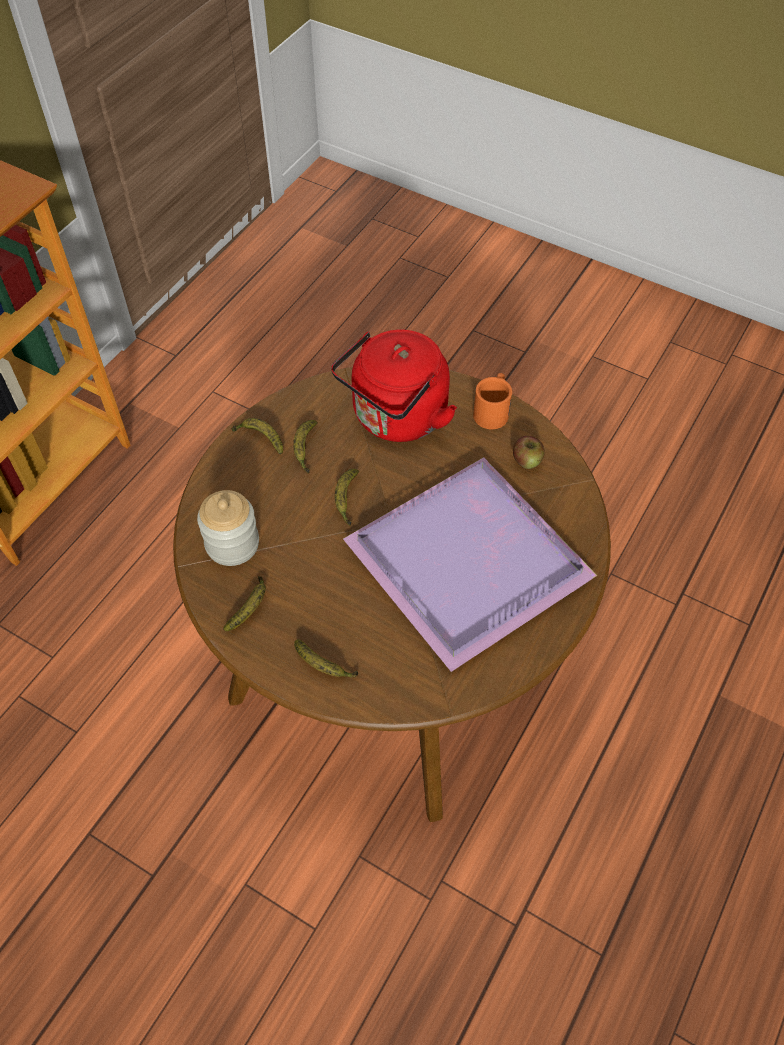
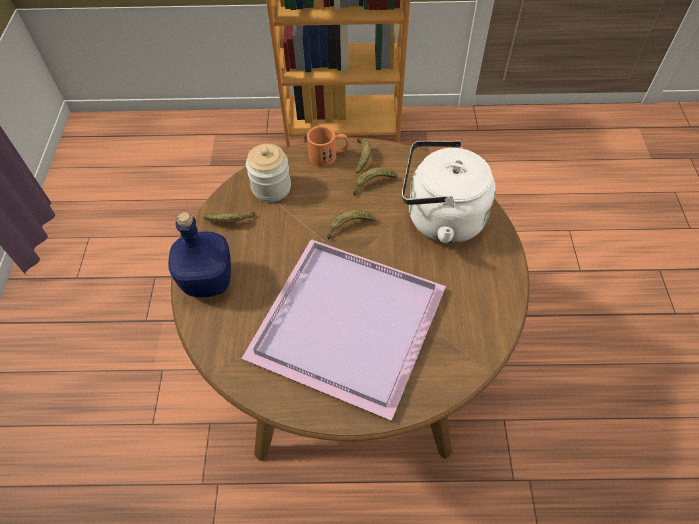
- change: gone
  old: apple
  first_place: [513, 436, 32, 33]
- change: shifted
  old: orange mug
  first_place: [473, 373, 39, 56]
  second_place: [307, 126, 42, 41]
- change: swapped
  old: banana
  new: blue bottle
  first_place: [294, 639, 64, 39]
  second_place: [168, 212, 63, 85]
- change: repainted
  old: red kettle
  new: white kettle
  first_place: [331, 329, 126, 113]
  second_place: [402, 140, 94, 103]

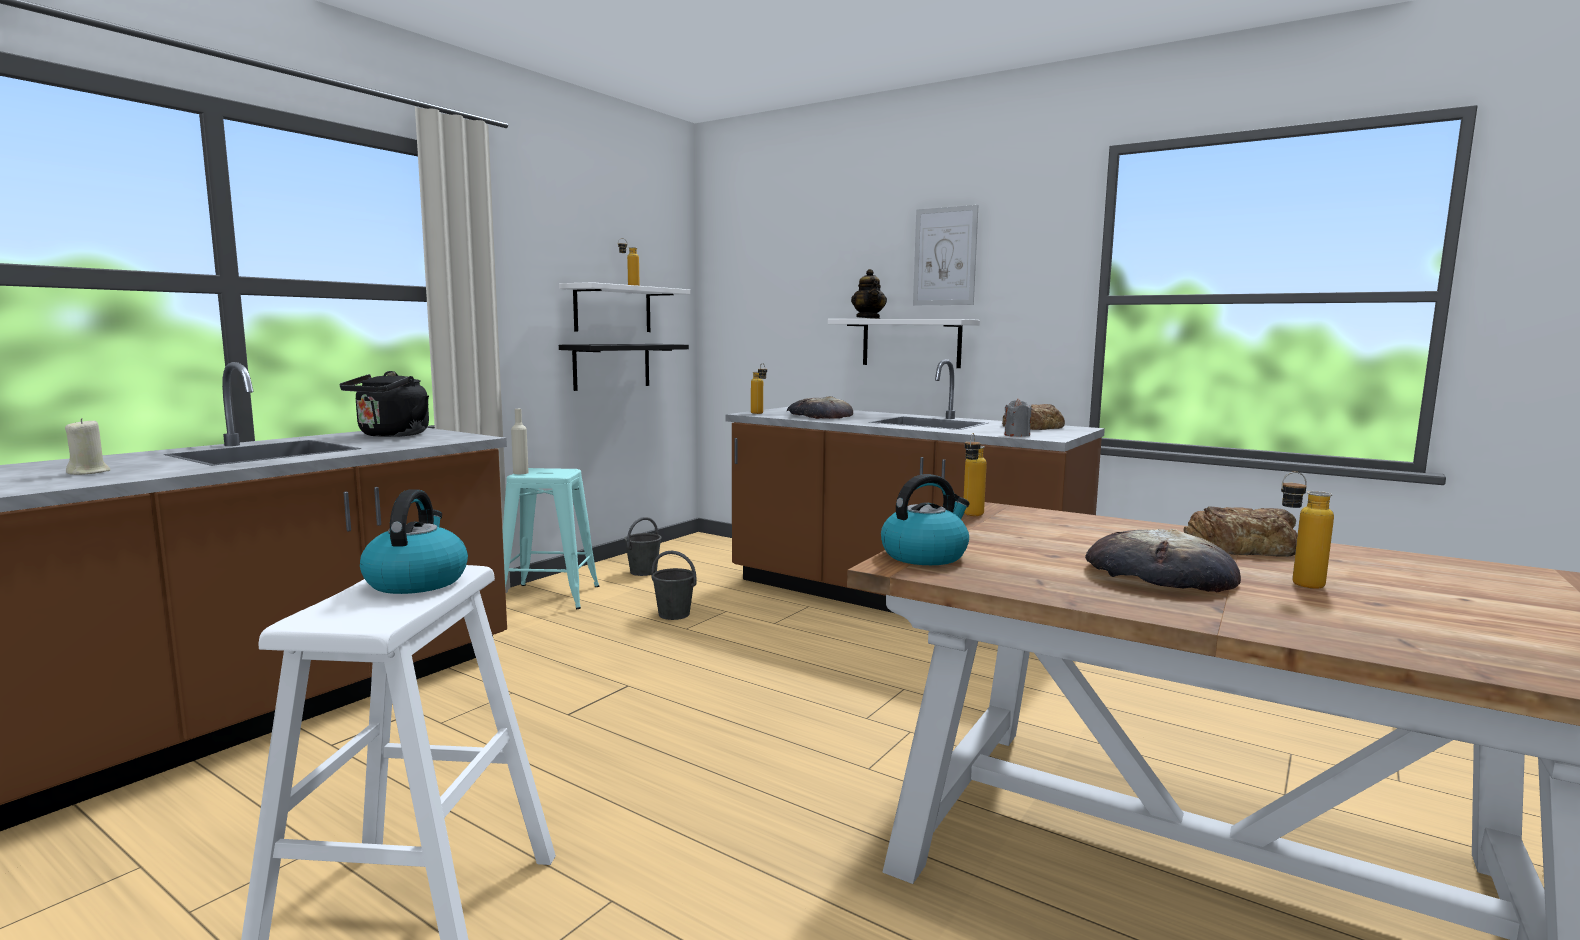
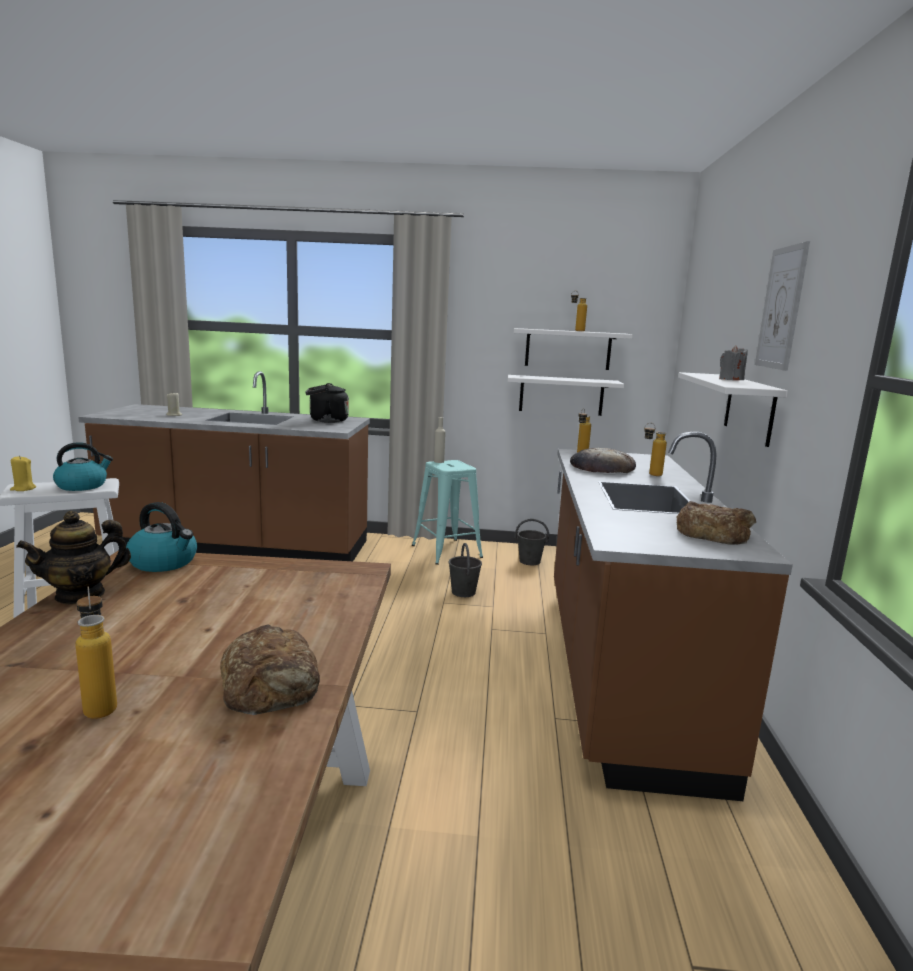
- change: gone
  old: bread
  first_place: [1085, 529, 156, 63]
- change: new
  new: yellow candle
  second_place: [10, 456, 26, 35]
- change: shifted
  old: teapot
  first_place: [851, 269, 36, 50]
  second_place: [16, 511, 115, 94]
- change: shifted
  old: bottle
  first_place: [964, 433, 23, 83]
  second_place: [644, 423, 23, 53]
- change: shifted
  old: grey candle
  first_place: [1004, 398, 27, 39]
  second_place: [719, 345, 29, 35]
- change: repainted
  old: black shelf
  new: white shelf
  first_place: [559, 344, 130, 47]
  second_place: [508, 375, 116, 41]

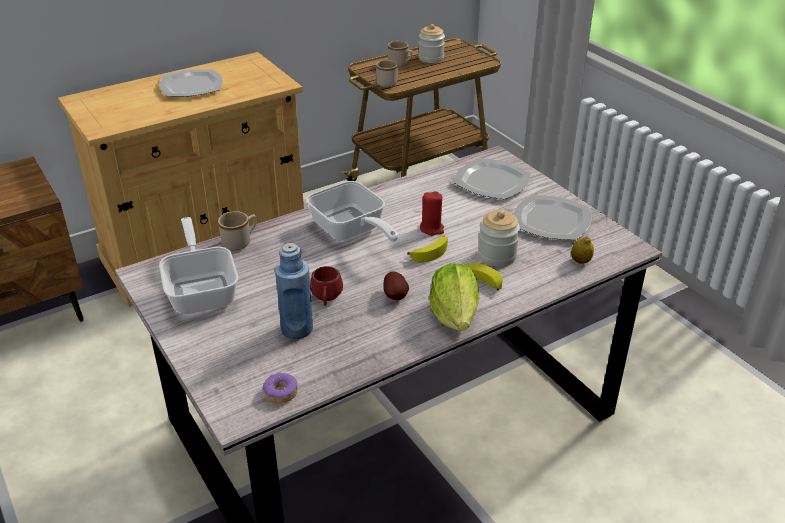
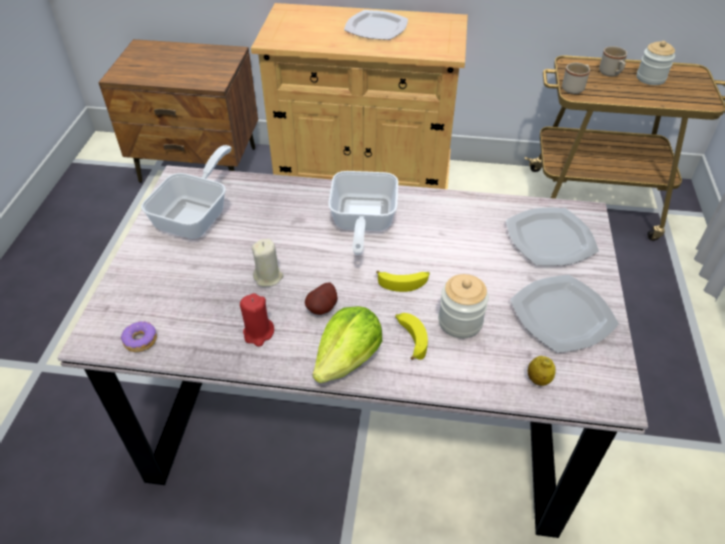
- change: gone
  old: beige mug
  first_place: [218, 211, 38, 40]
- change: gone
  old: blue bottle
  first_place: [275, 243, 38, 96]
- change: shifted
  old: red candle
  first_place: [420, 191, 24, 45]
  second_place: [240, 293, 34, 54]
- change: swapped
  old: red mug
  new: beige candle
  first_place: [310, 266, 33, 40]
  second_place: [252, 239, 32, 48]

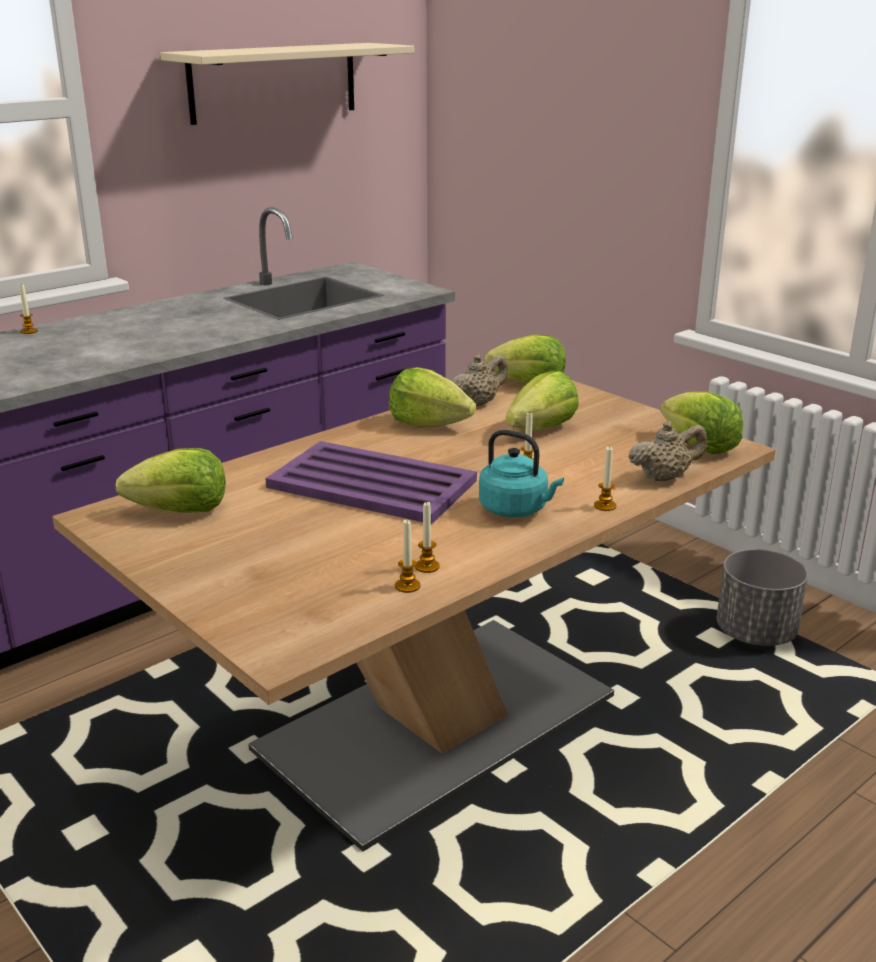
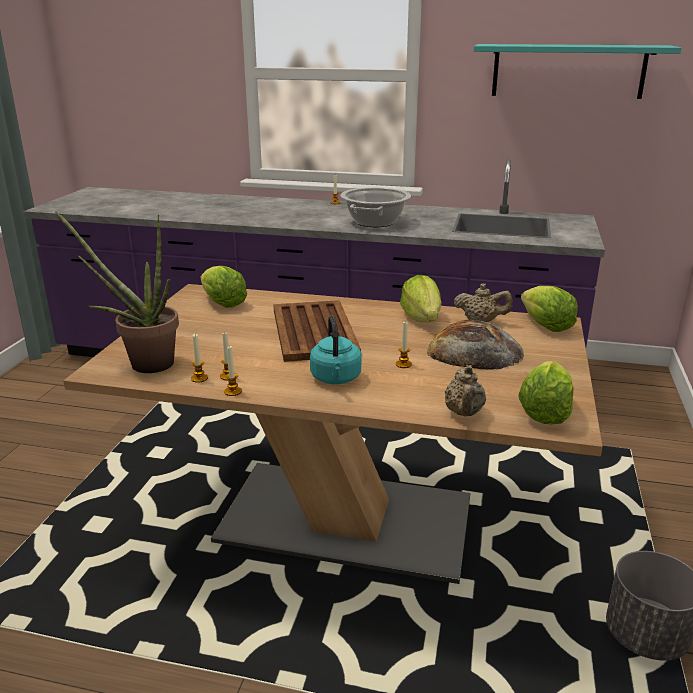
- change: new
  new: potted plant
  second_place: [55, 211, 124, 162]
- change: new
  new: cooking pot
  second_place: [341, 187, 70, 40]
- change: shifted
  old: candle
  first_place: [594, 446, 22, 65]
  second_place: [224, 345, 18, 51]
- change: swapped
  old: lettuce
  new: bread
  first_place: [506, 371, 73, 60]
  second_place: [427, 320, 97, 50]
- change: repainted
  old: beige shelf
  new: turquoise shelf
  first_place: [160, 43, 254, 82]
  second_place: [474, 44, 208, 55]
- change: repainted
  old: purple tray
  new: brown tray
  first_place: [265, 441, 212, 83]
  second_place: [273, 300, 88, 62]
- change: rotated
  old: beige teapot
  first_place: [628, 421, 79, 61]
  second_place: [445, 365, 41, 51]
  degrees: 60

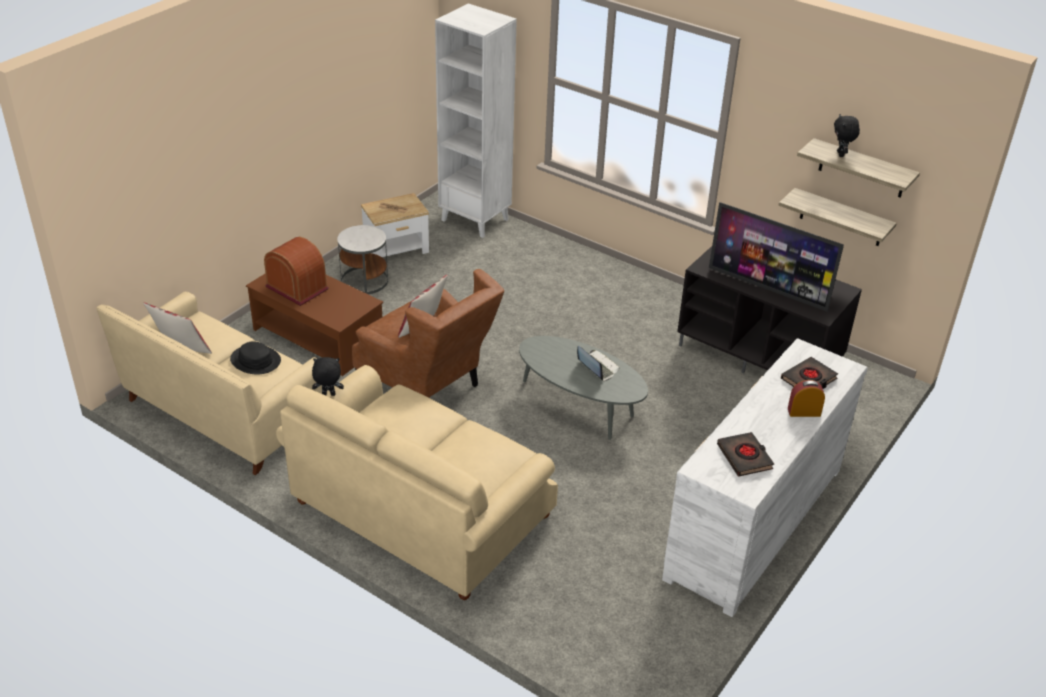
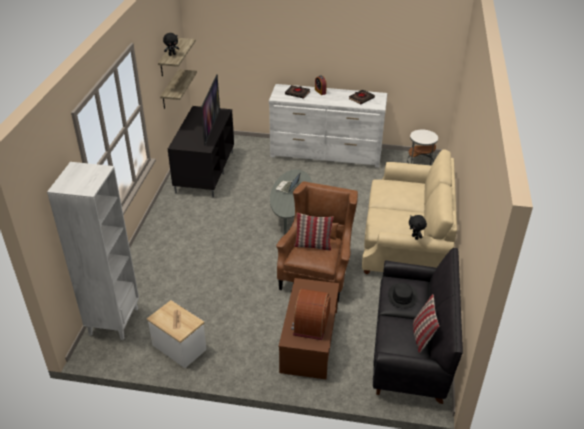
- change: shifted
  old: white side table
  first_place: [337, 225, 51, 69]
  second_place: [407, 129, 31, 37]
- change: repainted
  old: beige sofa
  new: black sofa
  first_place: [96, 291, 226, 184]
  second_place: [373, 248, 90, 156]

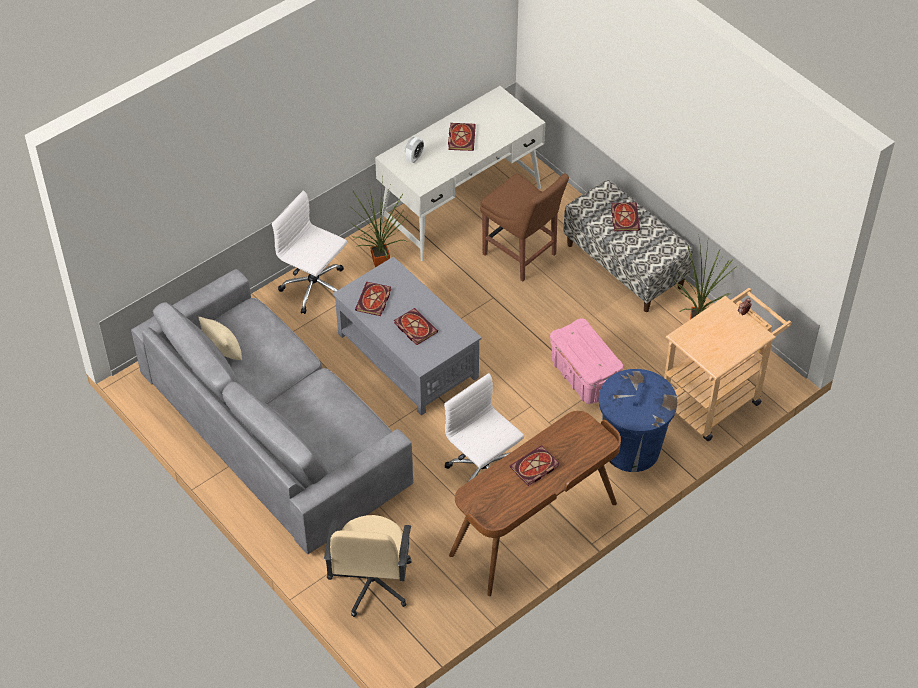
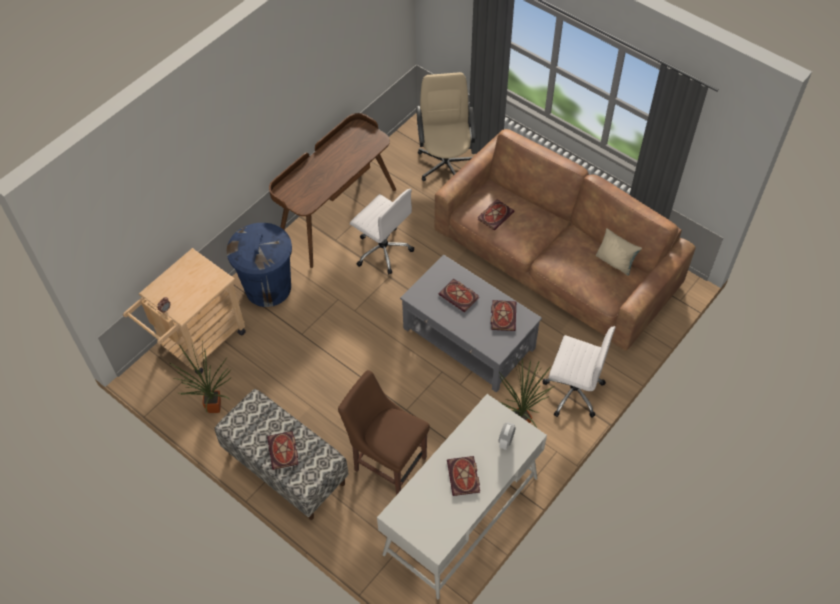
- change: gone
  old: pink storage box
  first_place: [550, 318, 73, 86]
- change: shifted
  old: book
  first_place: [510, 445, 50, 41]
  second_place: [478, 199, 36, 32]
- change: repainted
  old: grey sofa
  new: brown sofa
  first_place: [131, 269, 282, 285]
  second_place: [435, 129, 261, 222]

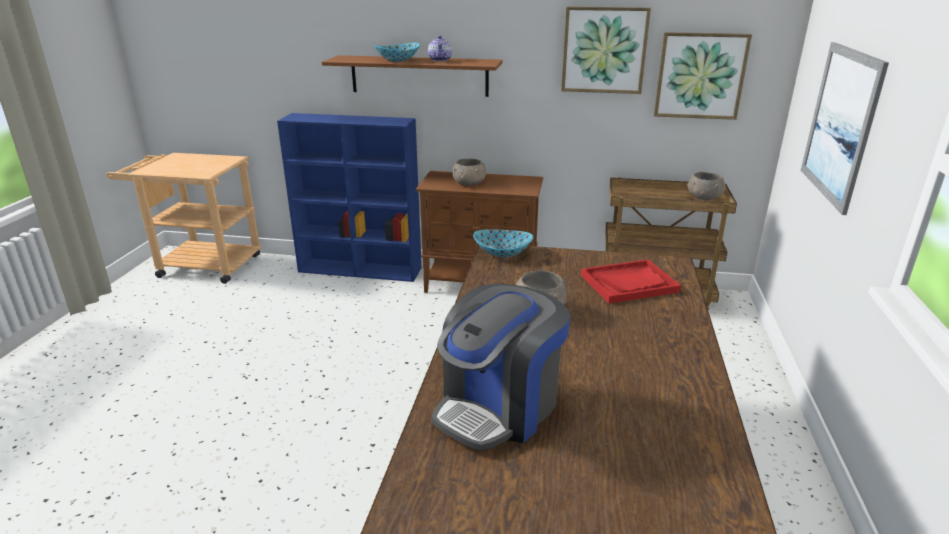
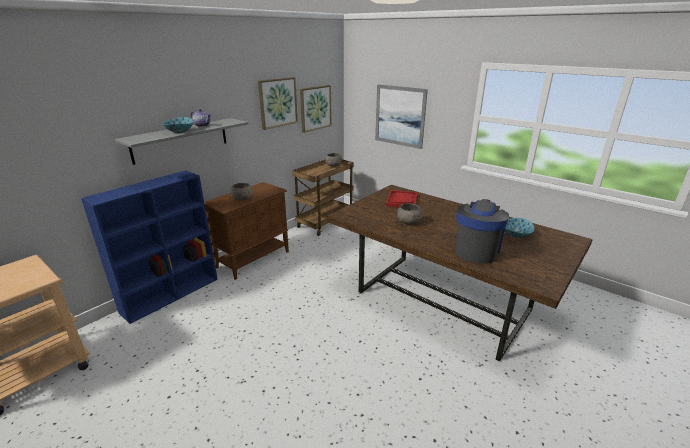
- change: shifted
  old: bowl
  first_place: [473, 229, 60, 28]
  second_place: [504, 218, 30, 20]
- change: repainted
  old: brown shelf
  new: grey shelf
  first_place: [322, 55, 181, 42]
  second_place: [115, 118, 133, 47]
- change: rotated
  old: coffee machine
  first_place: [432, 283, 139, 167]
  second_place: [455, 199, 54, 65]
  degrees: -135

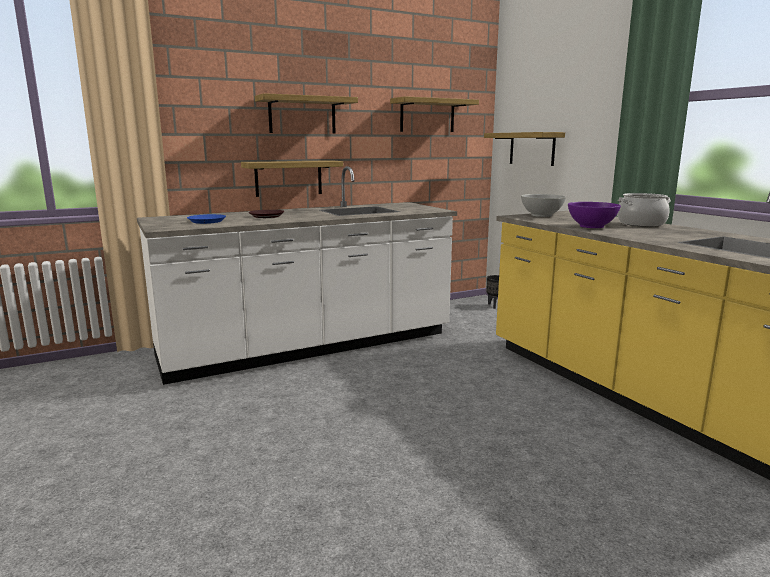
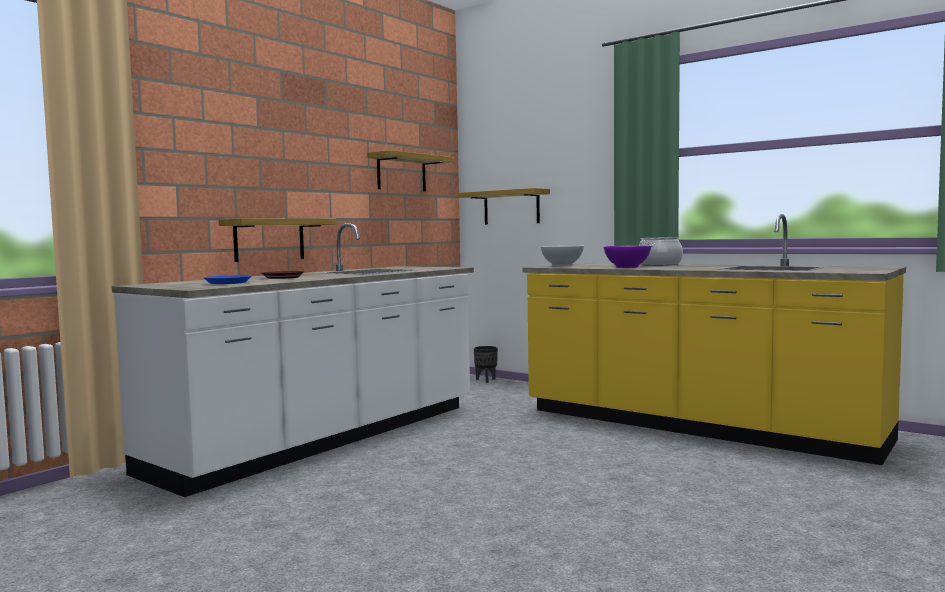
- change: gone
  old: shelf
  first_place: [255, 93, 103, 40]

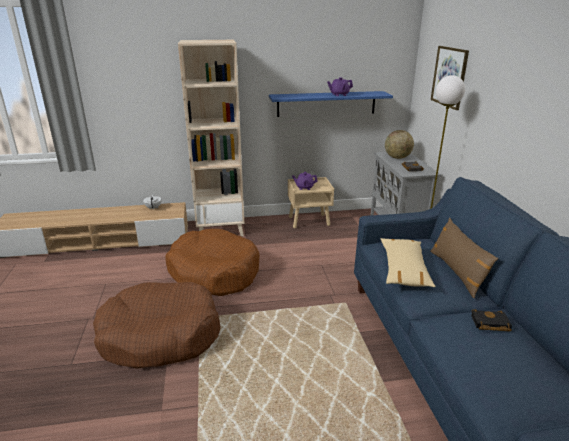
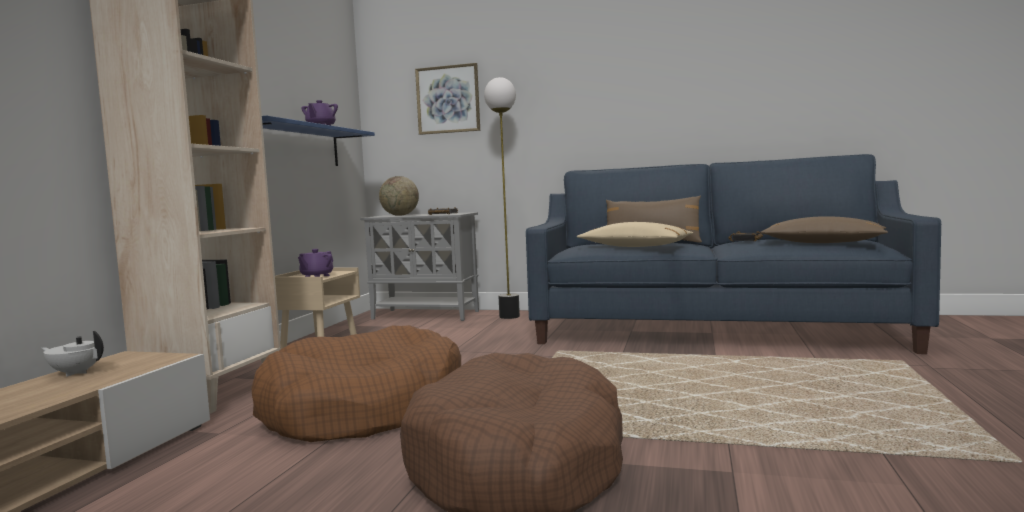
- change: new
  new: brown pillow
  second_place: [760, 216, 128, 27]

